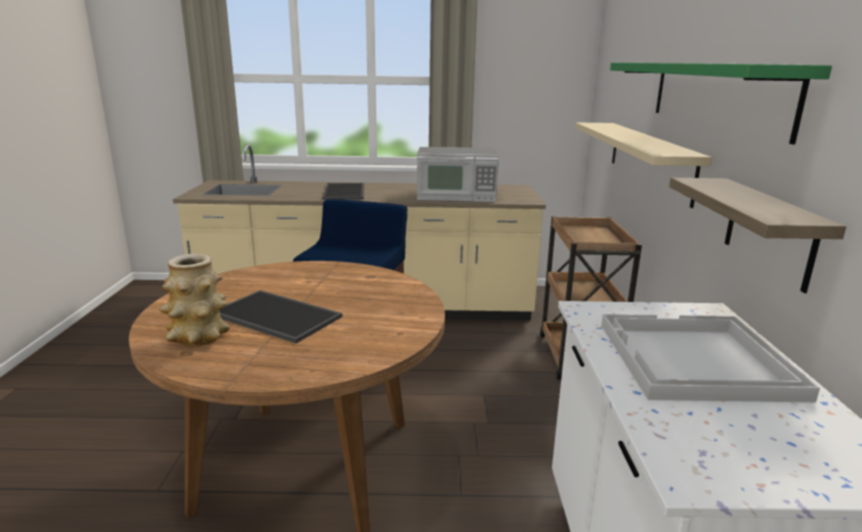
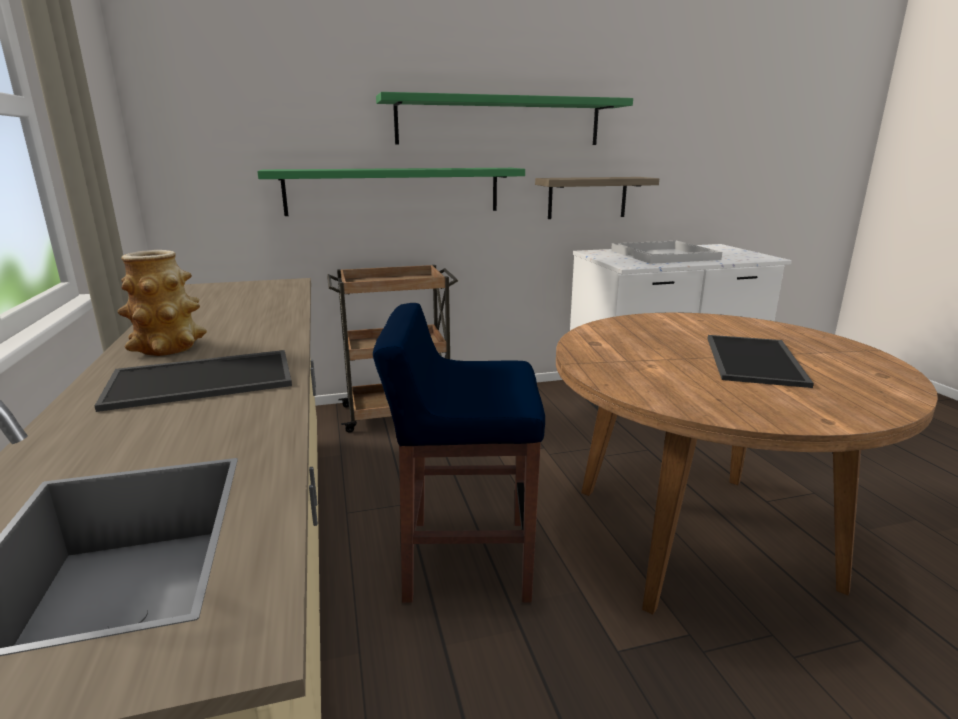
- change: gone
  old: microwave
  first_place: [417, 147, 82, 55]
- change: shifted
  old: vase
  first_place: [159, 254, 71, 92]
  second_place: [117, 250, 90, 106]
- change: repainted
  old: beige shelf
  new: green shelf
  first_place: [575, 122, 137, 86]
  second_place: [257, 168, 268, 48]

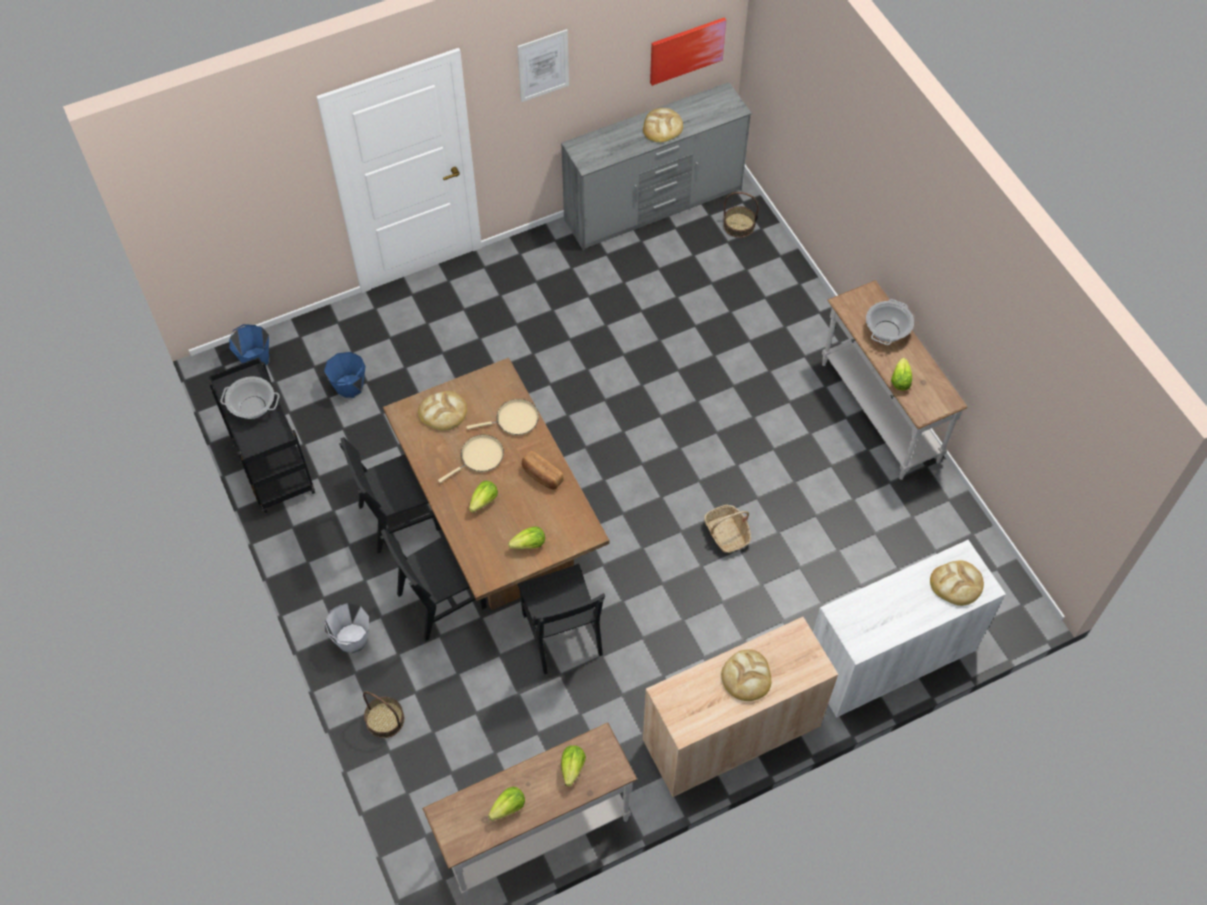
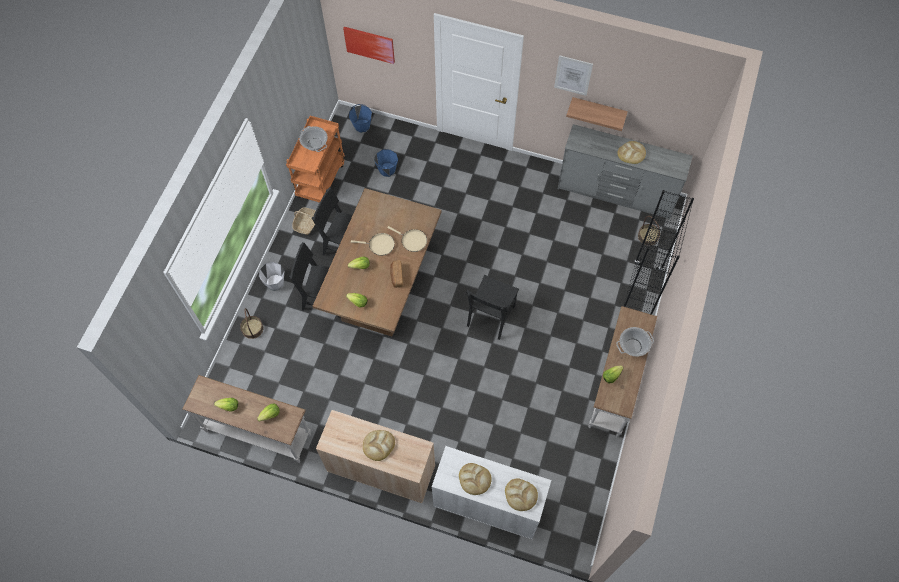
- change: new
  new: shelf
  second_place: [566, 97, 62, 34]
- change: new
  new: black bookcase
  second_place: [624, 190, 70, 125]
- change: shifted
  old: bread
  first_place: [418, 391, 49, 40]
  second_place: [459, 463, 33, 32]
- change: shifted
  old: black chair
  first_place: [517, 563, 88, 112]
  second_place: [466, 275, 53, 65]
- change: shifted
  old: picture
  first_place: [650, 17, 76, 69]
  second_place: [343, 27, 52, 37]
- change: shifted
  old: basket
  first_place: [704, 505, 47, 48]
  second_place: [292, 208, 24, 27]
- change: repainted
  old: black cart
  new: orange cart
  first_place: [209, 357, 106, 156]
  second_place: [286, 116, 59, 87]

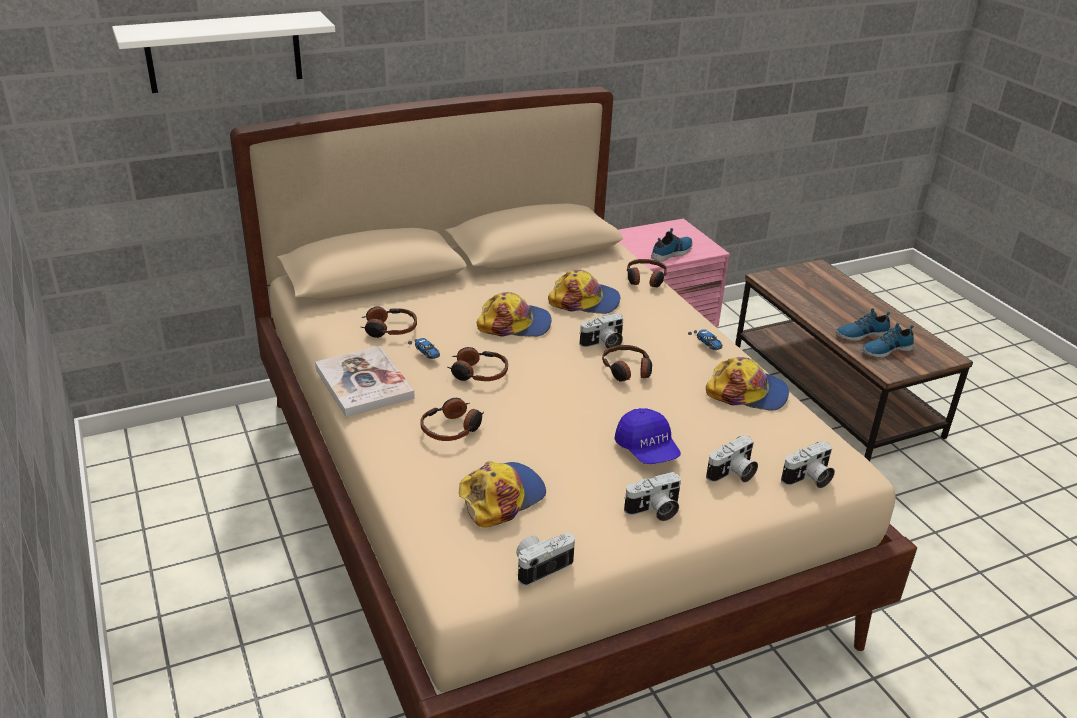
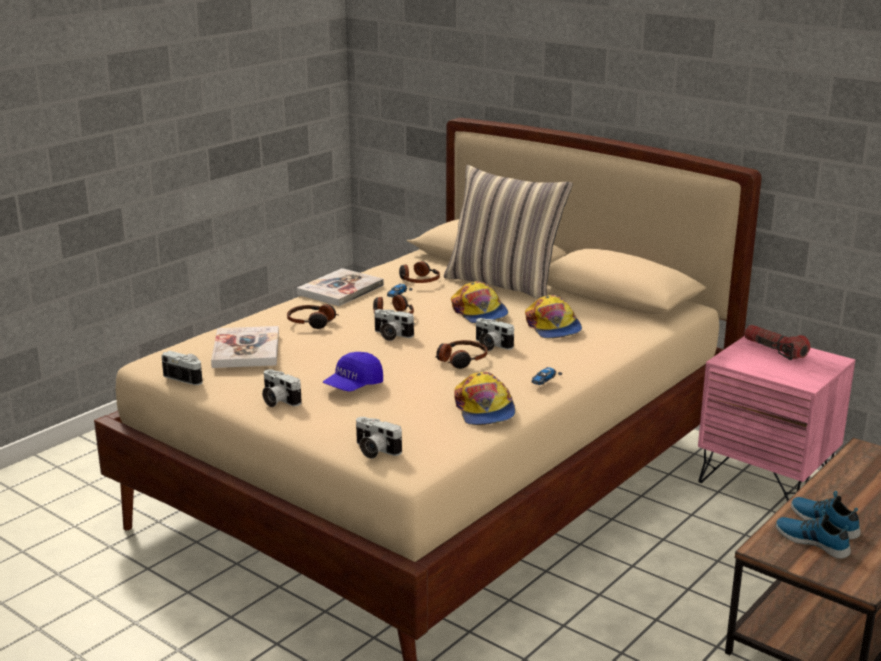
- change: gone
  old: white shelf
  first_place: [112, 11, 223, 82]
- change: gone
  old: headphones
  first_place: [627, 259, 40, 29]
- change: gone
  old: shoe
  first_place: [651, 228, 42, 34]
- change: new
  new: pillow
  second_place: [444, 165, 129, 134]
- change: new
  new: flashlight
  second_place: [744, 325, 66, 35]
- change: shifted
  old: photo camera
  first_place: [706, 435, 52, 47]
  second_place: [375, 309, 40, 32]
- change: swapped
  old: cap
  new: book
  first_place: [459, 461, 87, 66]
  second_place: [211, 326, 68, 42]

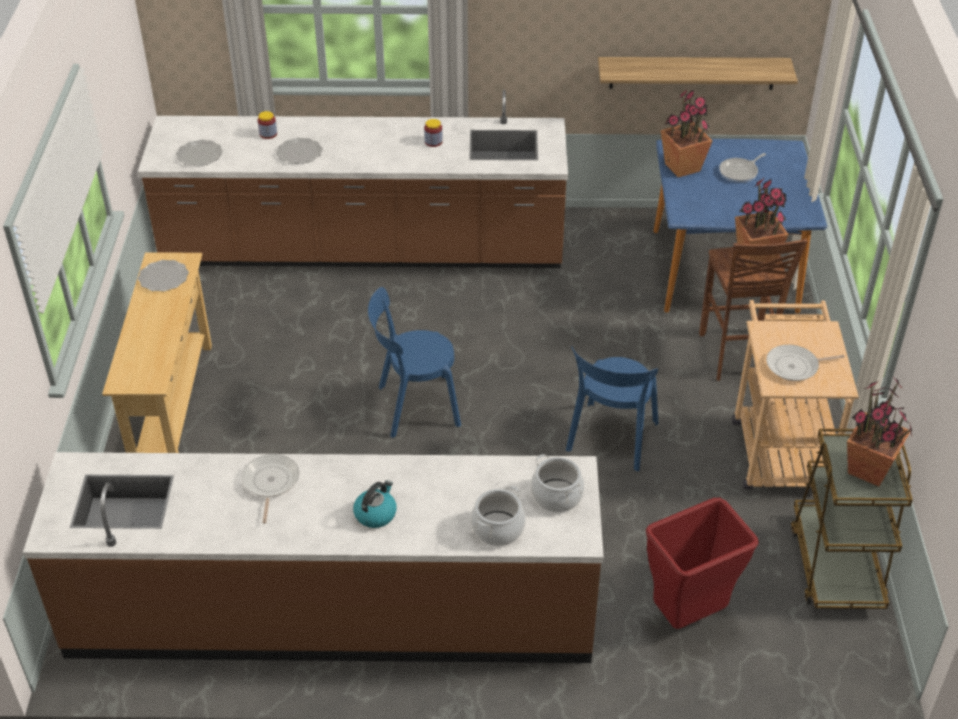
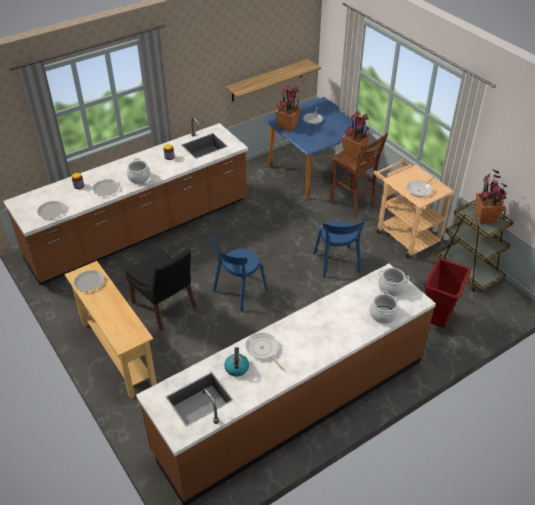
- change: new
  new: black chair
  second_place: [125, 248, 72, 82]
- change: new
  new: cooking pot
  second_place: [127, 158, 24, 26]
- change: shifted
  old: kettle
  first_place: [353, 480, 44, 48]
  second_place: [224, 347, 25, 29]

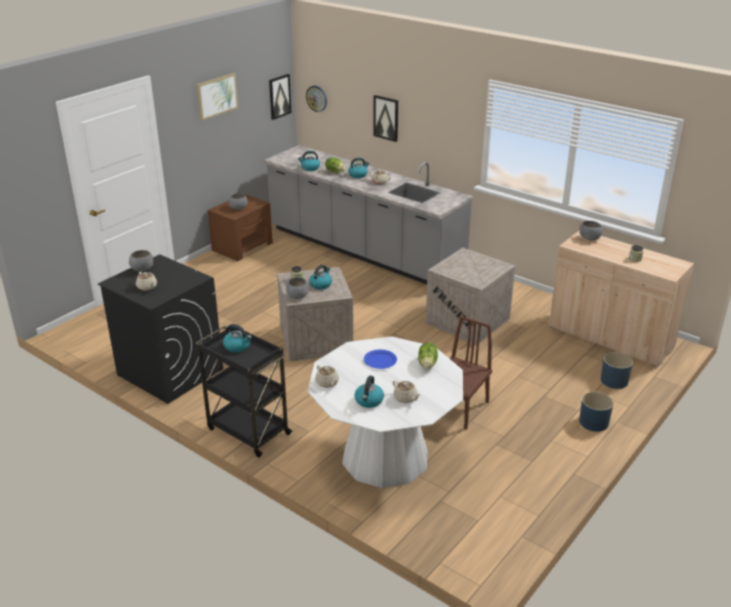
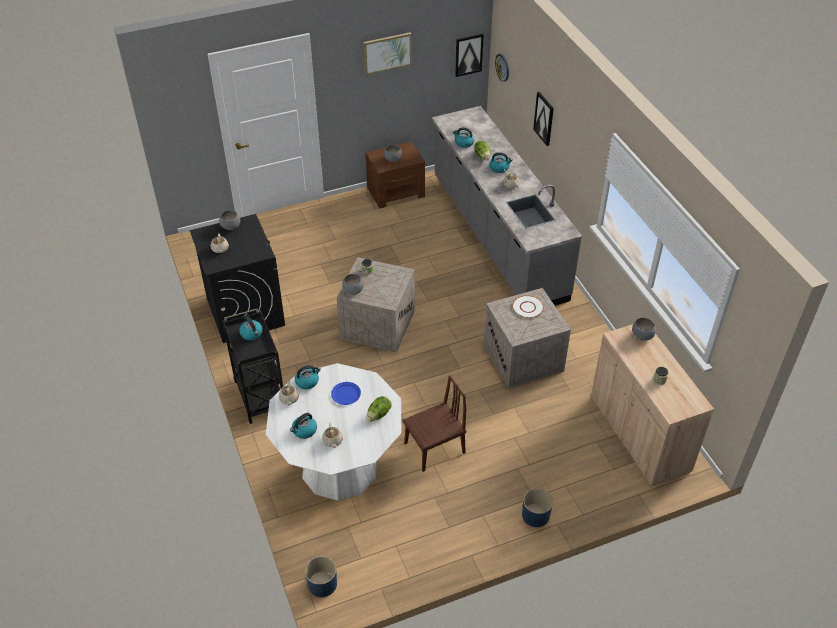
- change: new
  new: white plate
  second_place: [512, 295, 32, 23]
- change: shifted
  old: kettle
  first_place: [309, 265, 23, 24]
  second_place: [295, 365, 26, 24]
- change: shifted
  old: blue planter
  first_place: [601, 352, 32, 37]
  second_place: [305, 556, 32, 41]

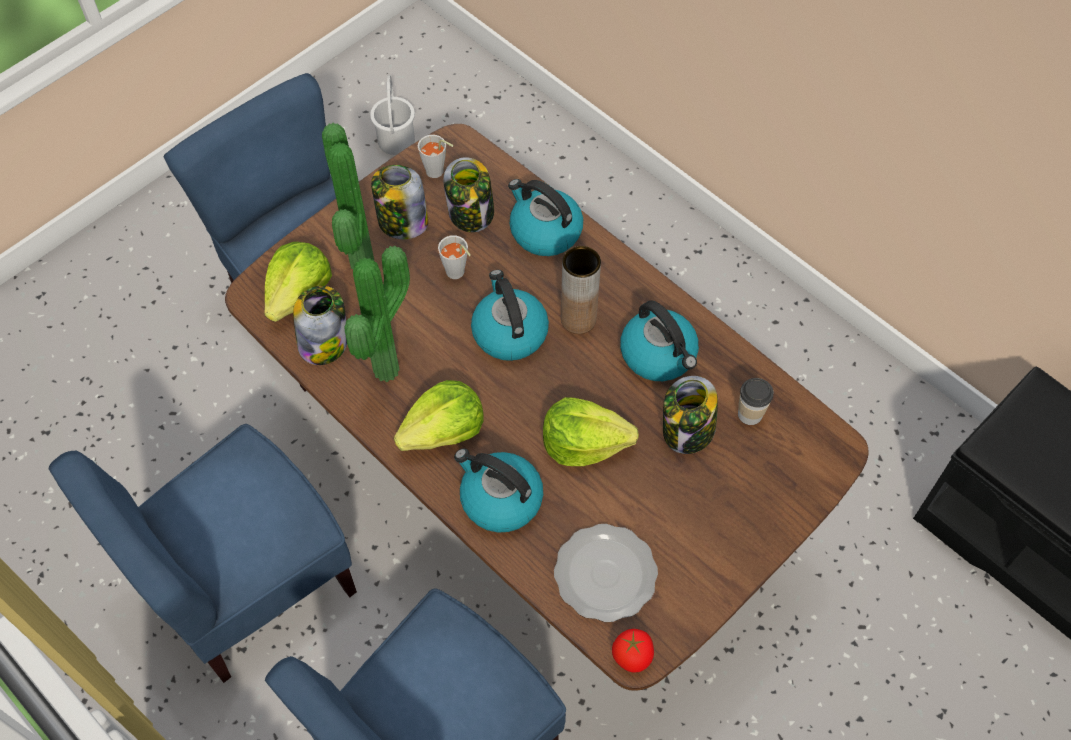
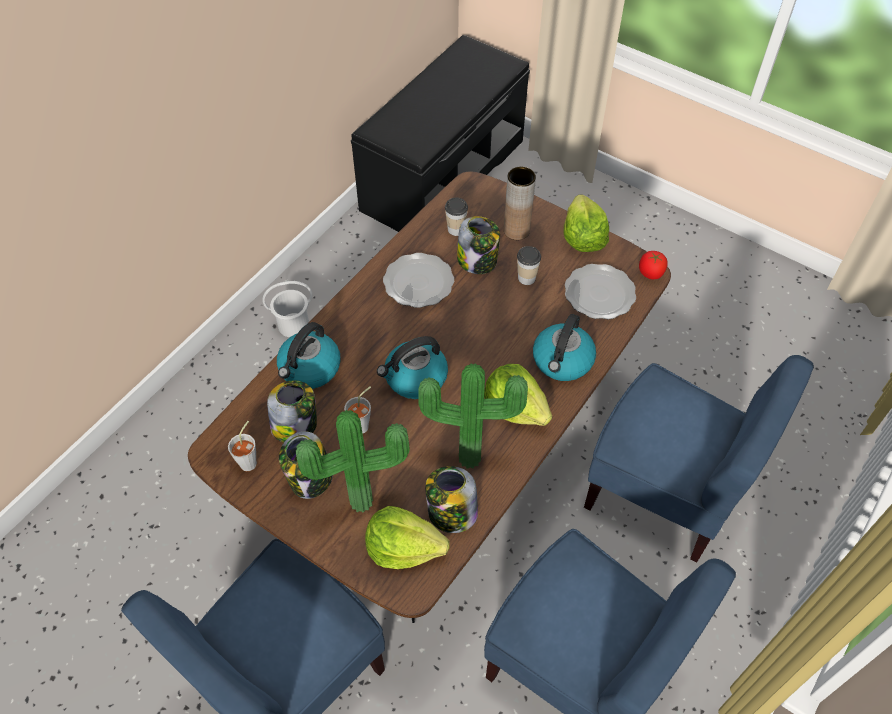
- change: new
  new: cup
  second_place: [517, 246, 24, 39]
- change: shifted
  old: white bucket
  first_place: [370, 75, 45, 80]
  second_place: [262, 281, 50, 56]
- change: shifted
  old: lettuce
  first_place: [543, 397, 96, 69]
  second_place: [564, 195, 45, 57]
- change: shifted
  old: brown vase
  first_place: [561, 246, 40, 88]
  second_place: [504, 167, 32, 73]
- change: swapped
  old: kettle
  new: plate
  first_place: [620, 300, 79, 81]
  second_place: [383, 253, 71, 55]

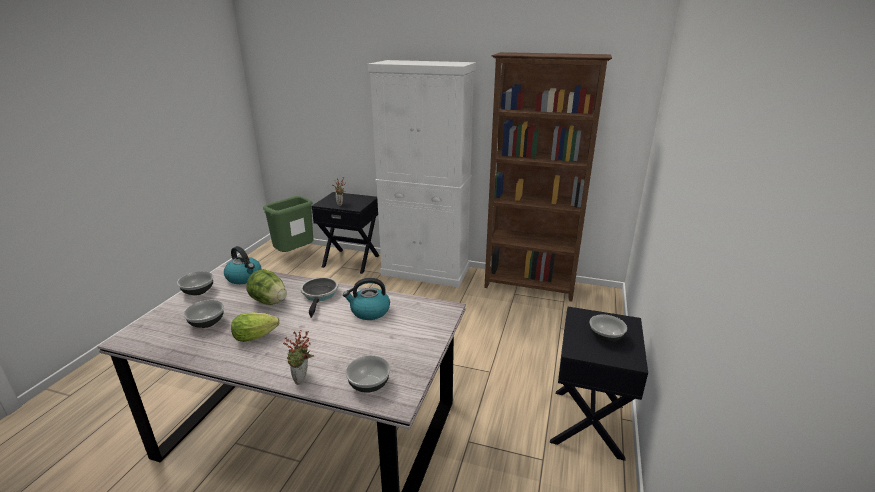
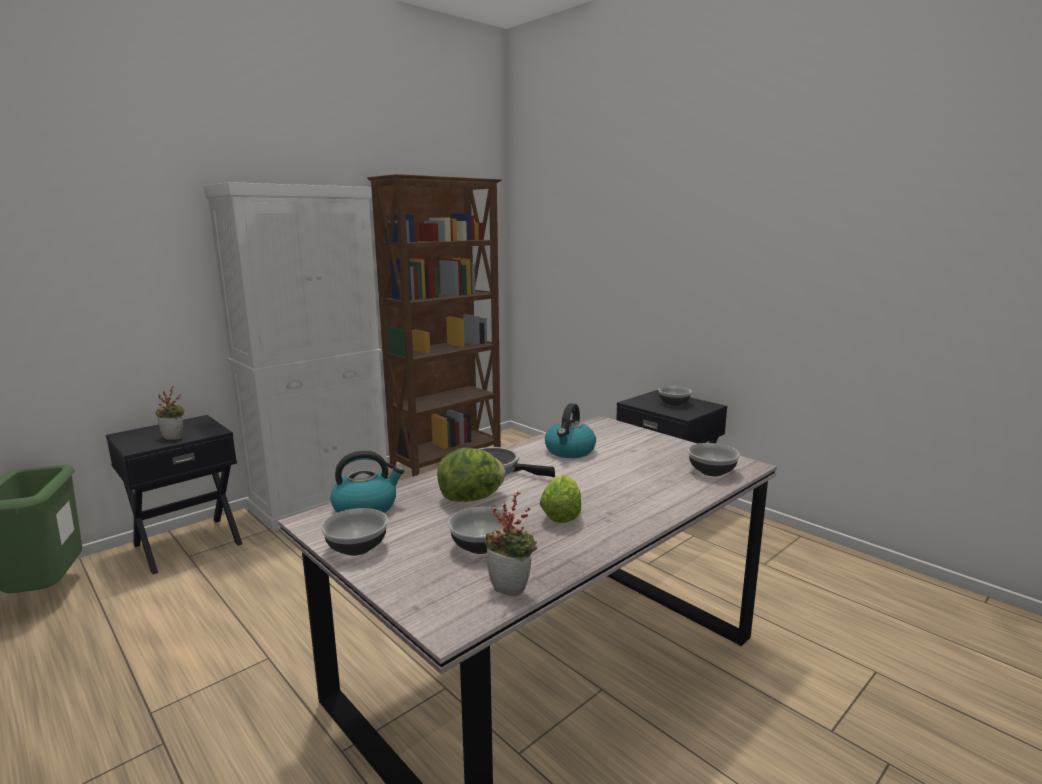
- change: shifted
  old: potted plant
  first_place: [283, 330, 31, 55]
  second_place: [484, 492, 53, 104]

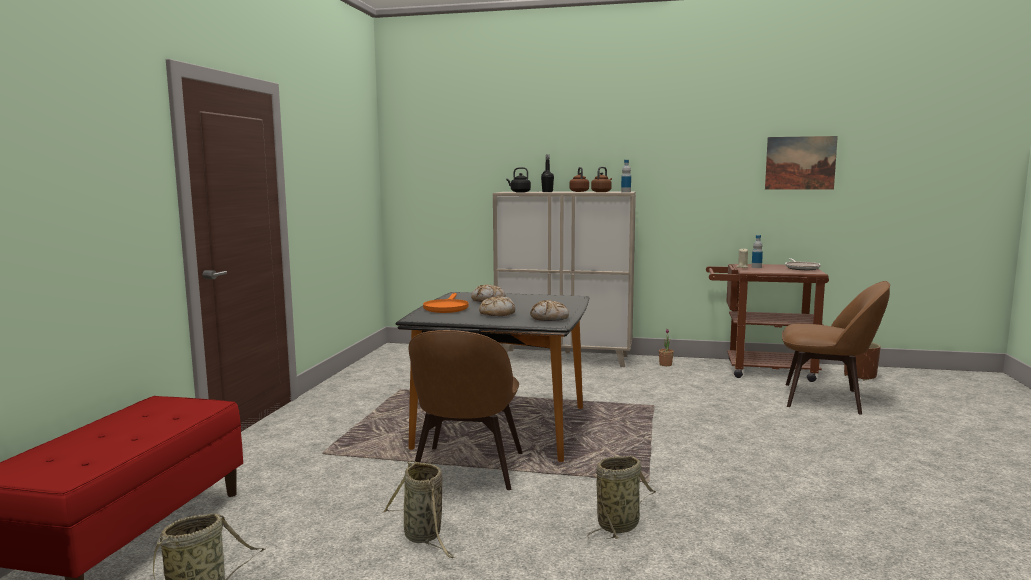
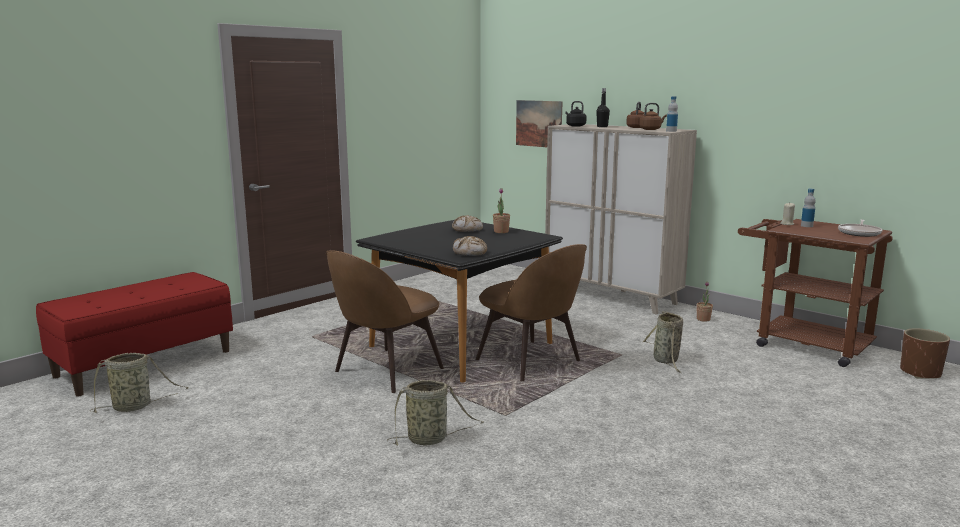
- change: gone
  old: orange frying pan
  first_place: [423, 293, 46, 20]
- change: gone
  old: bread
  first_place: [479, 297, 36, 19]
- change: new
  new: potted plant
  second_place: [493, 188, 17, 45]
- change: shifted
  old: basket
  first_place: [382, 461, 73, 97]
  second_place: [643, 311, 40, 62]
- change: shifted
  old: picture
  first_place: [765, 136, 73, 54]
  second_place: [516, 100, 47, 47]
- change: shifted
  old: brown chair
  first_place: [782, 281, 108, 134]
  second_place: [475, 244, 112, 137]

